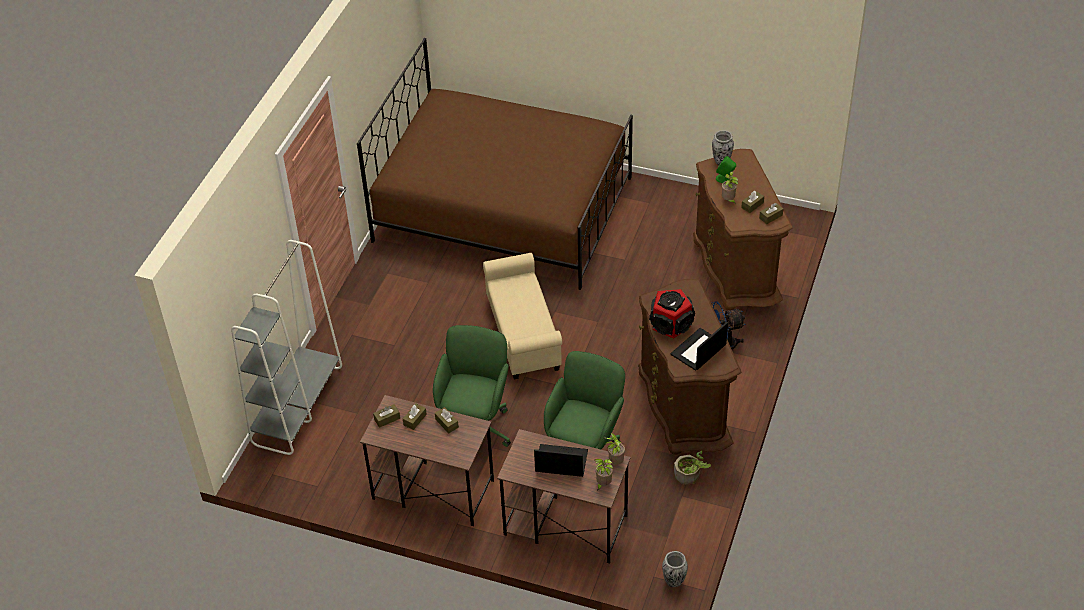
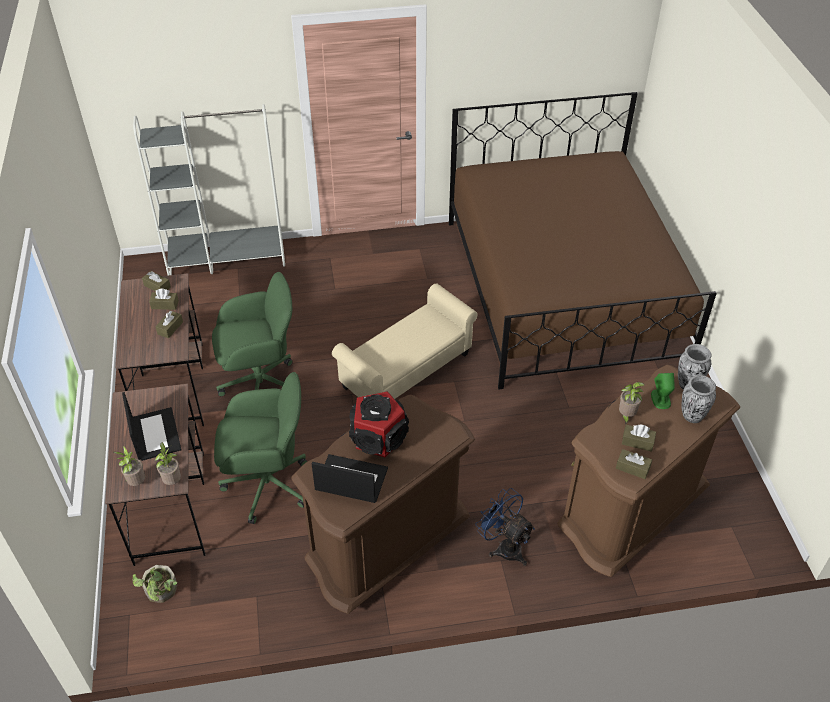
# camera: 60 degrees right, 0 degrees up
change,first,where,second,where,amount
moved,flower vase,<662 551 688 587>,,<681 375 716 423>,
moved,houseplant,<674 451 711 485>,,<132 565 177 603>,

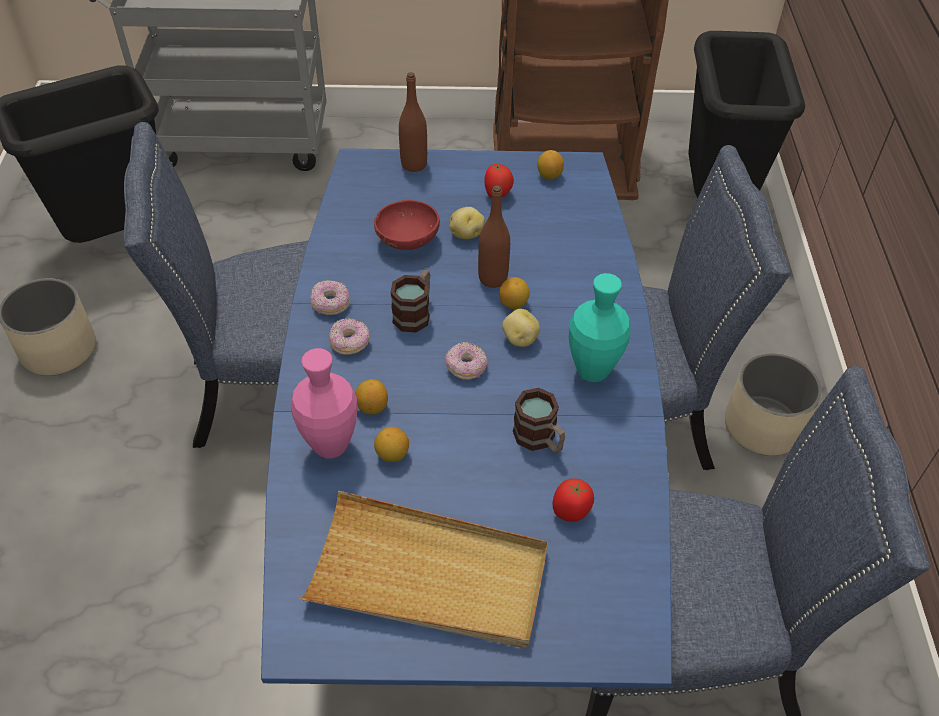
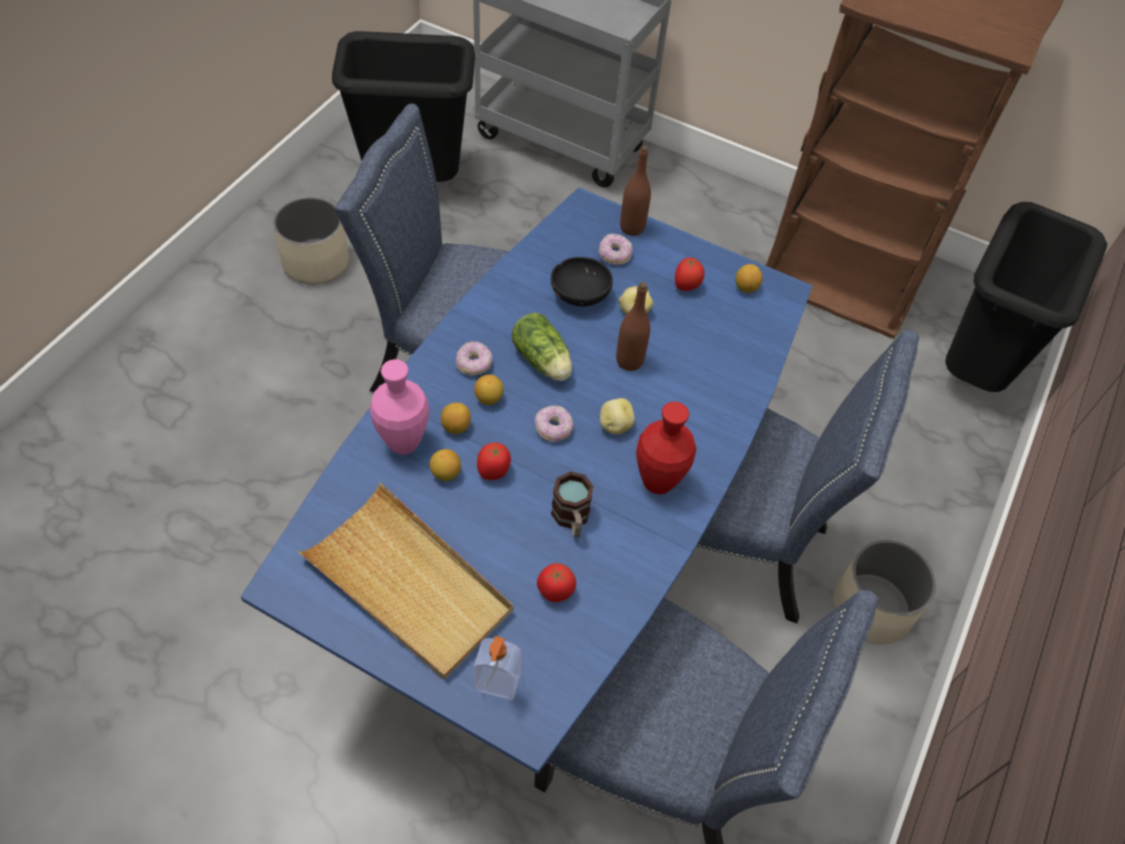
# camera: 25 degrees right, 5 degrees up
change,first,where,second,where,amount
added,,,soap dispenser,<474 636 522 700>,
added,,,whole tomato,<477 442 511 480>,
moved,ring doughnut,<310 280 350 315>,,<599 234 633 265>,
moved,citrus fruit,<499 277 530 309>,,<474 374 504 405>,
replaced,mug,<390 269 430 332>,head of lettuce,<512 313 572 381>,
recoloured,red serving bowl,<374 200 440 250>,blackish serving bowl,<551 257 613 306>,
recoloured,turquoise flower vase,<569 273 631 382>,red flower vase,<636 402 696 494>,

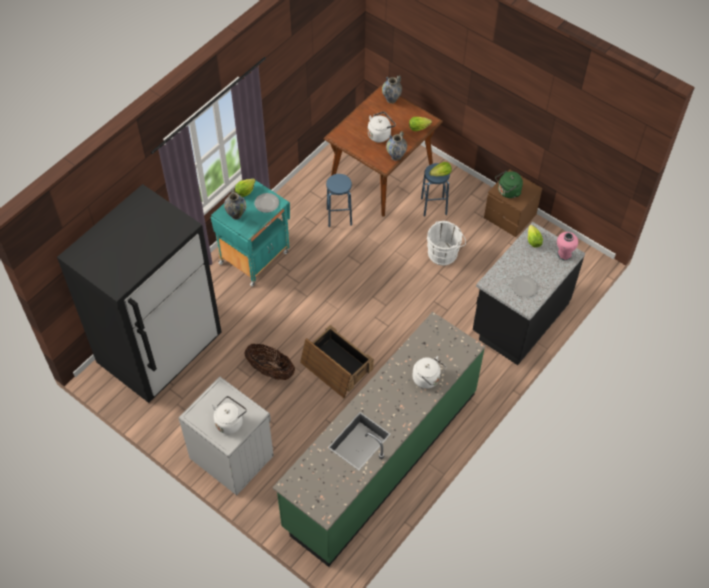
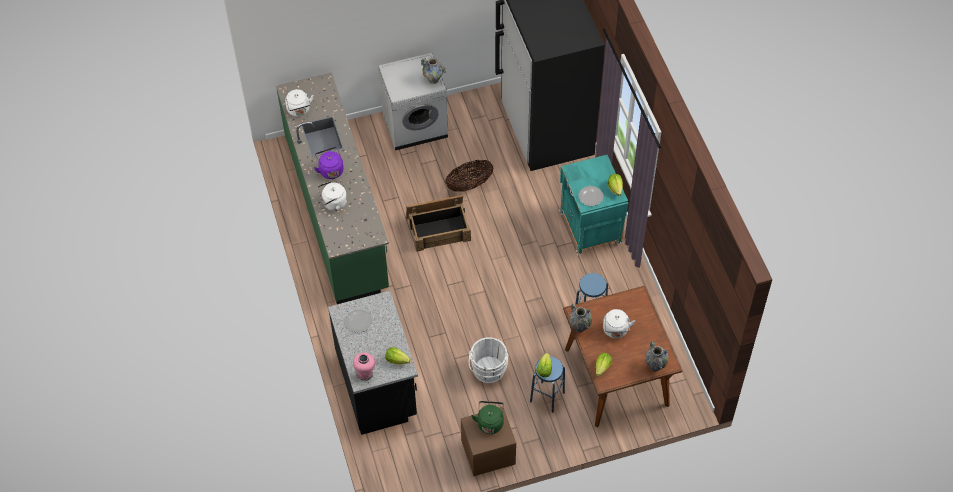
# camera: 125 degrees right, 0 degrees up
change,first,where,second,where,amount
added,,,purplish water kettle,<314 147 344 179>,
moved,white-coloured water kettle,<212 396 247 434>,,<285 89 314 117>,
moved,flower vase,<224 188 246 220>,,<421 58 446 84>,

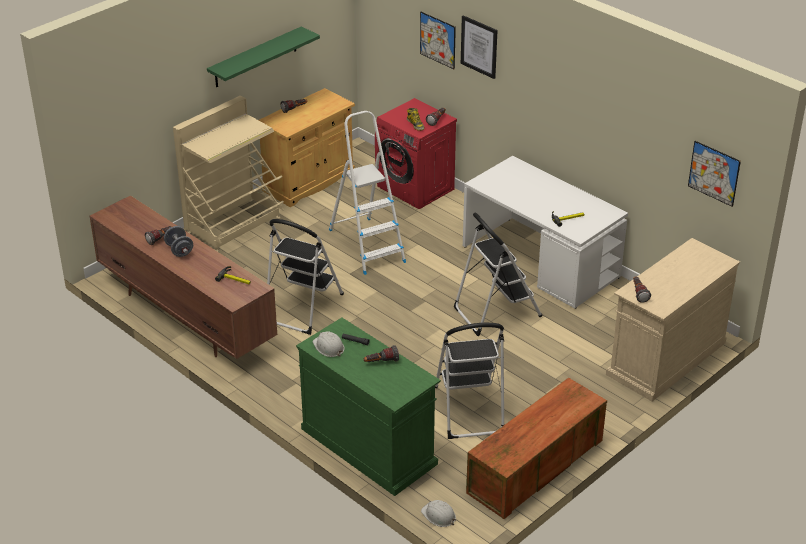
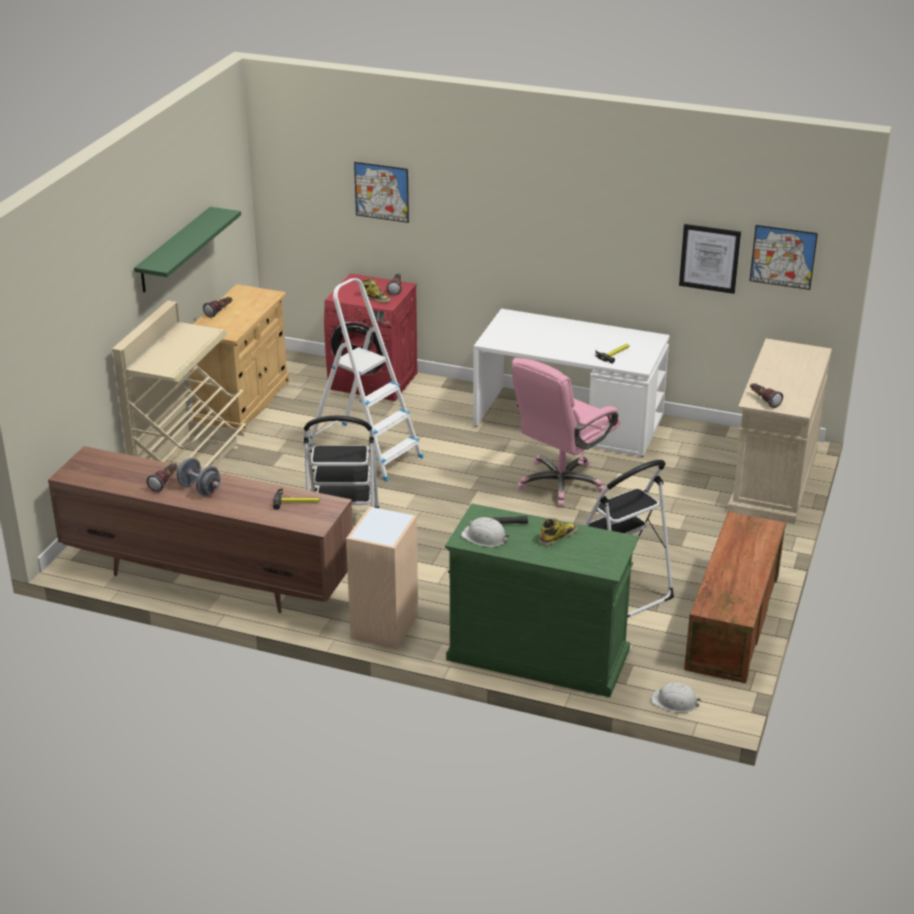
# camera: 25 degrees left, 5 degrees down
change,first,where,second,where,amount
added,,,shelving unit,<346 506 418 649>,
moved,picture,<461 15 498 79>,,<679 224 741 294>,
replaced,torch,<364 345 399 362>,tall boot,<540 518 578 546>,
replaced,stepladder,<454 213 542 336>,pinkish office chair,<512 358 620 507>,

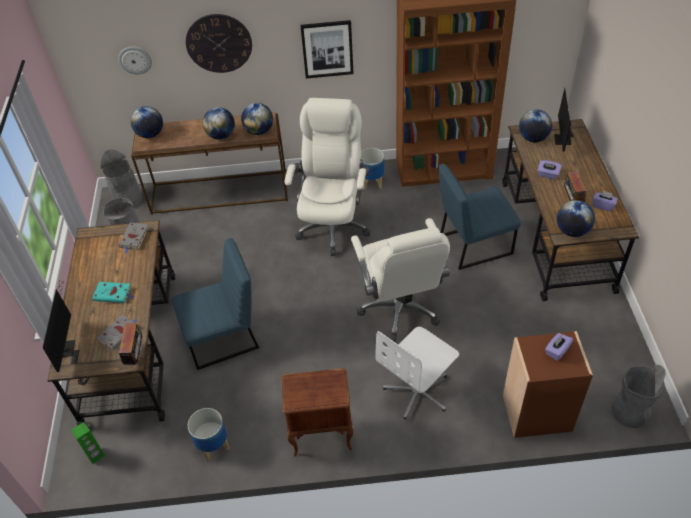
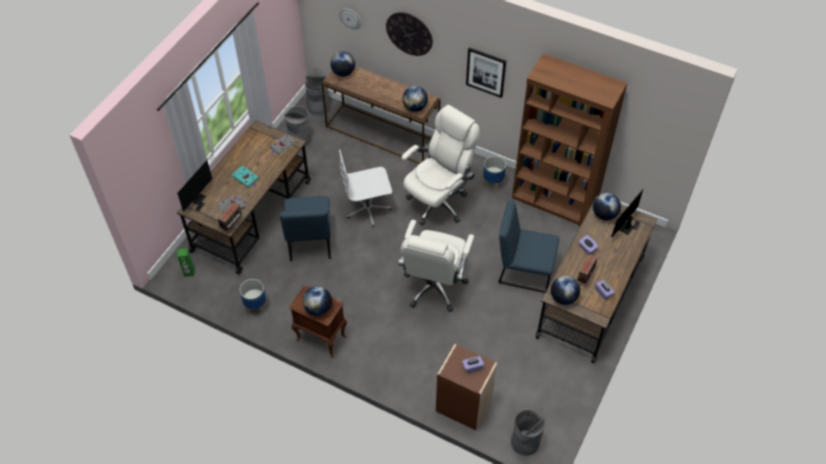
# camera: 30 degrees right, 5 degrees up
change,first,where,second,where,amount
moved,world globe,<203 107 235 140>,,<303 286 332 316>,
moved,white-coloured office chair,<376 327 459 420>,,<339 150 392 227>,
turned,blue chair,<172 238 259 370>,,<280 196 331 261>,75 degrees clockwise

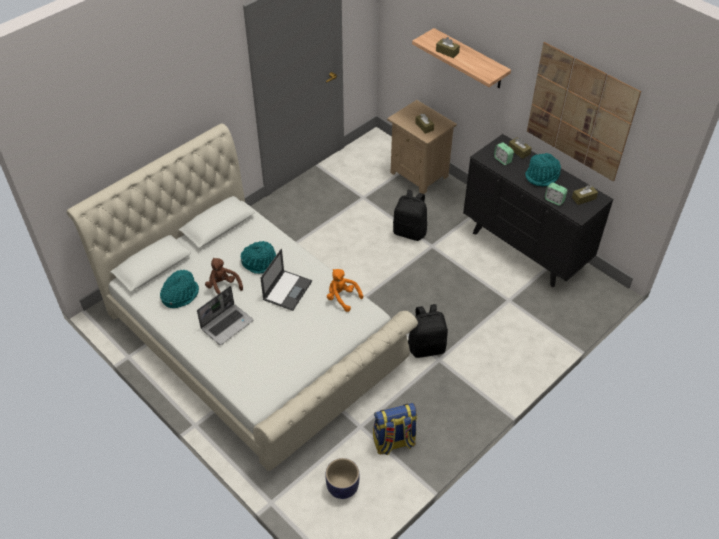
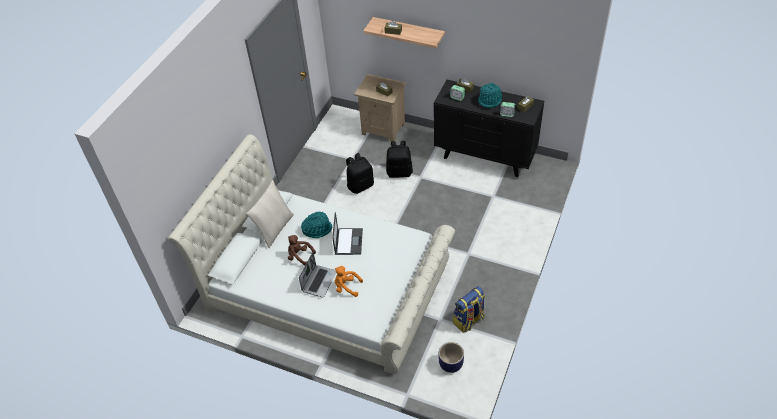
# camera: 20 degrees left, 0 degrees up
change,first,where,second,where,amount
removed,turquoise clothing hat,<160 270 199 308>,,,
removed,picture,<527 42 641 182>,,,
added,,,sand-coloured cushion,<247 180 294 248>,
moved,orange plush toy,<327 269 363 312>,,<334 266 363 297>,
moved,blackish knapsack,<408 304 448 358>,,<346 153 374 194>,

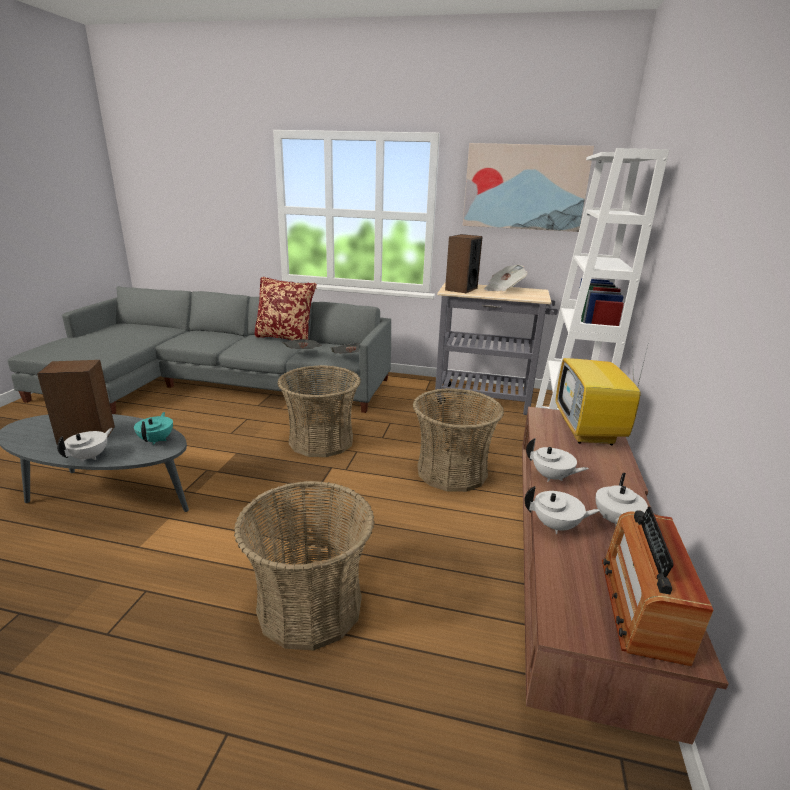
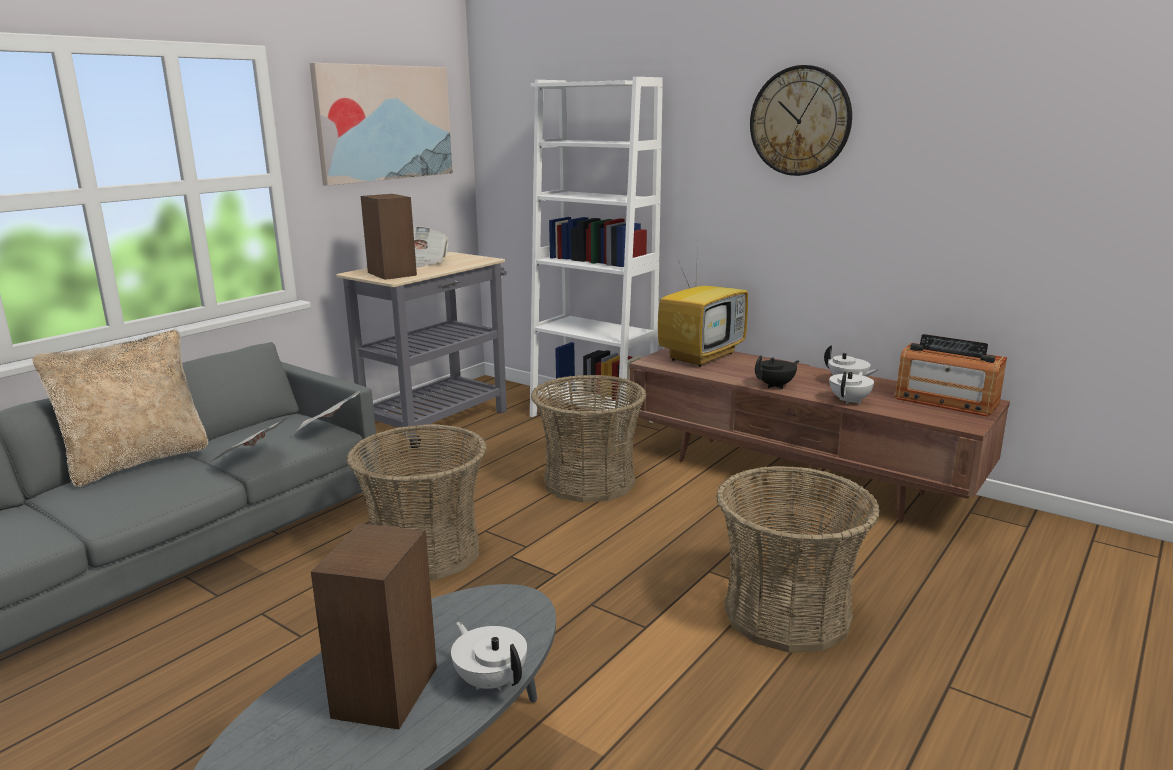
# camera: 65 degrees left, 5 degrees down
change,first,where,second,where,amount
removed,turquoise tea pot,<134 412 173 445>,,,
added,,,wall clock,<750 65 852 176>,
recoloured,red cushion,<255 277 317 340>,sand-coloured cushion,<32 329 209 487>,
recoloured,white-coloured tea pot,<526 438 589 482>,blackish tea pot,<755 355 799 389>,
turned,television,<556 338 650 445>,,<658 243 748 367>,75 degrees counterclockwise

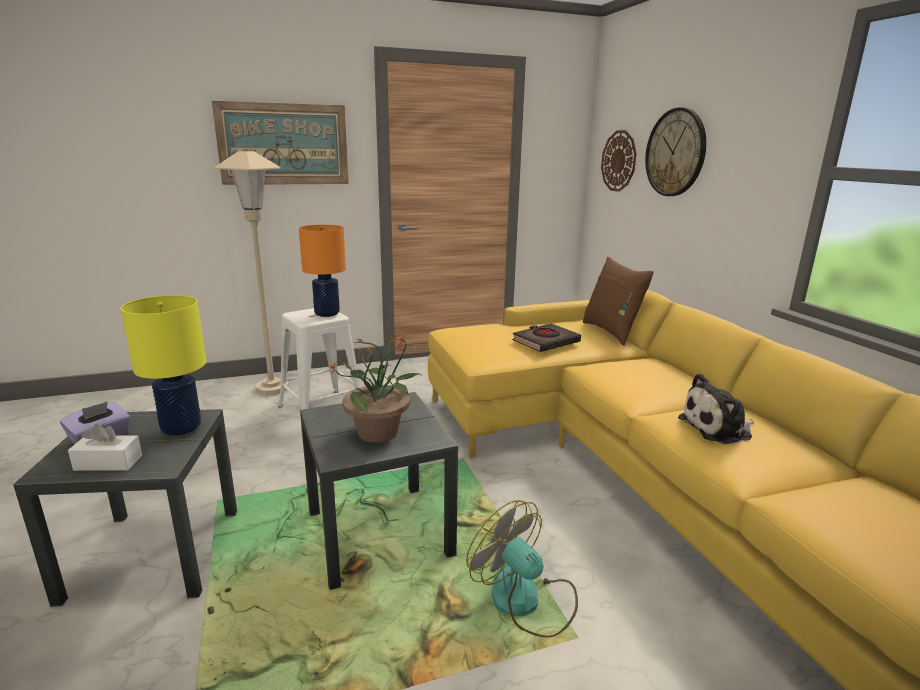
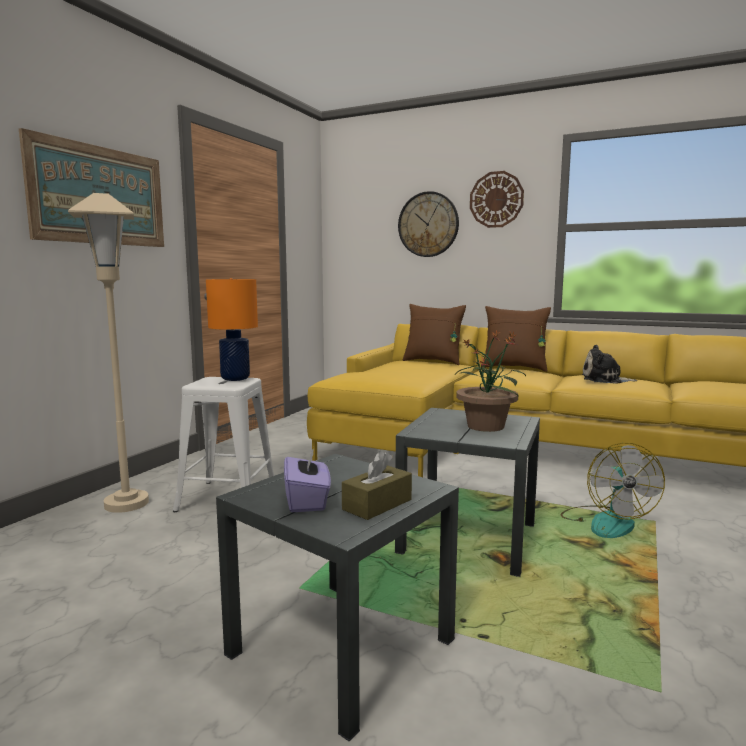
# camera: 45 degrees left, 10 degrees down
change,first,where,second,where,amount
removed,yellow tabletop lamp,<121 295 206 436>,,,
removed,blackish bound book,<512 323 581 352>,,,
added,,,brown-coloured cushion,<482 306 551 372>,
moved,wall clock,<601 130 637 192>,,<470 171 524 228>,
recoloured,white-coloured tissue box,<68 423 142 471>,brown-coloured tissue box,<342 450 412 520>,
turned,fan,<466 500 578 637>,,<560 443 665 538>,90 degrees counterclockwise
turned,plush toy,<678 373 754 444>,,<582 345 637 384>,75 degrees clockwise

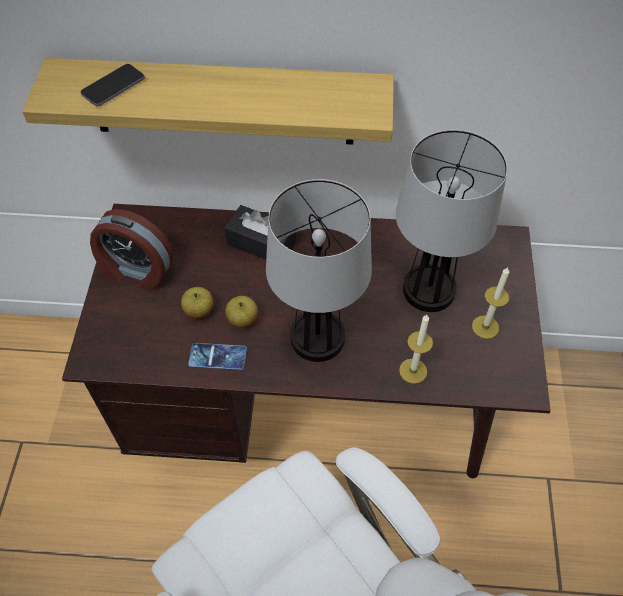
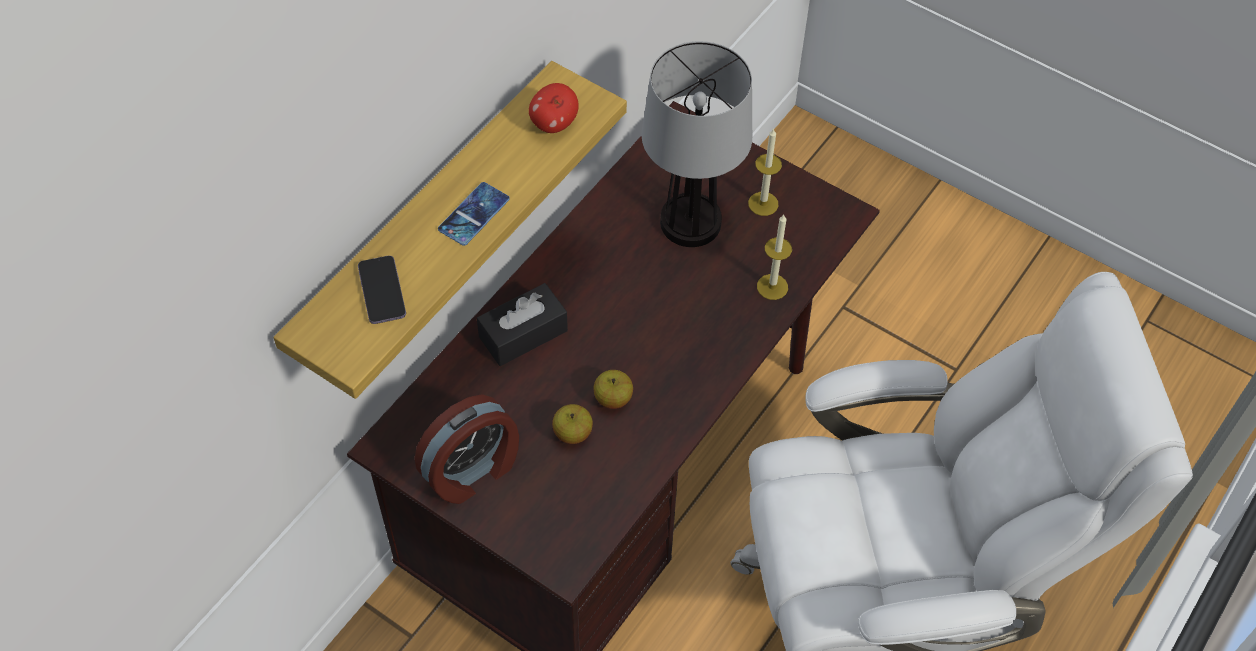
# camera: 60 degrees left, 0 degrees up
change,first,where,second,where,amount
removed,tabletop lamp,<266 179 372 362>,,,
added,,,whole apple,<529 83 579 133>,
moved,handset,<188 343 247 370>,,<438 182 510 246>,

